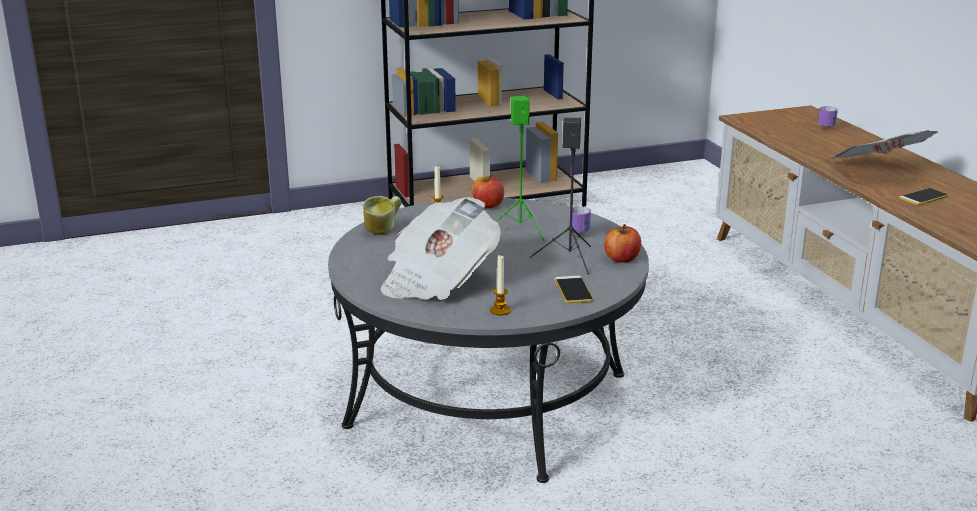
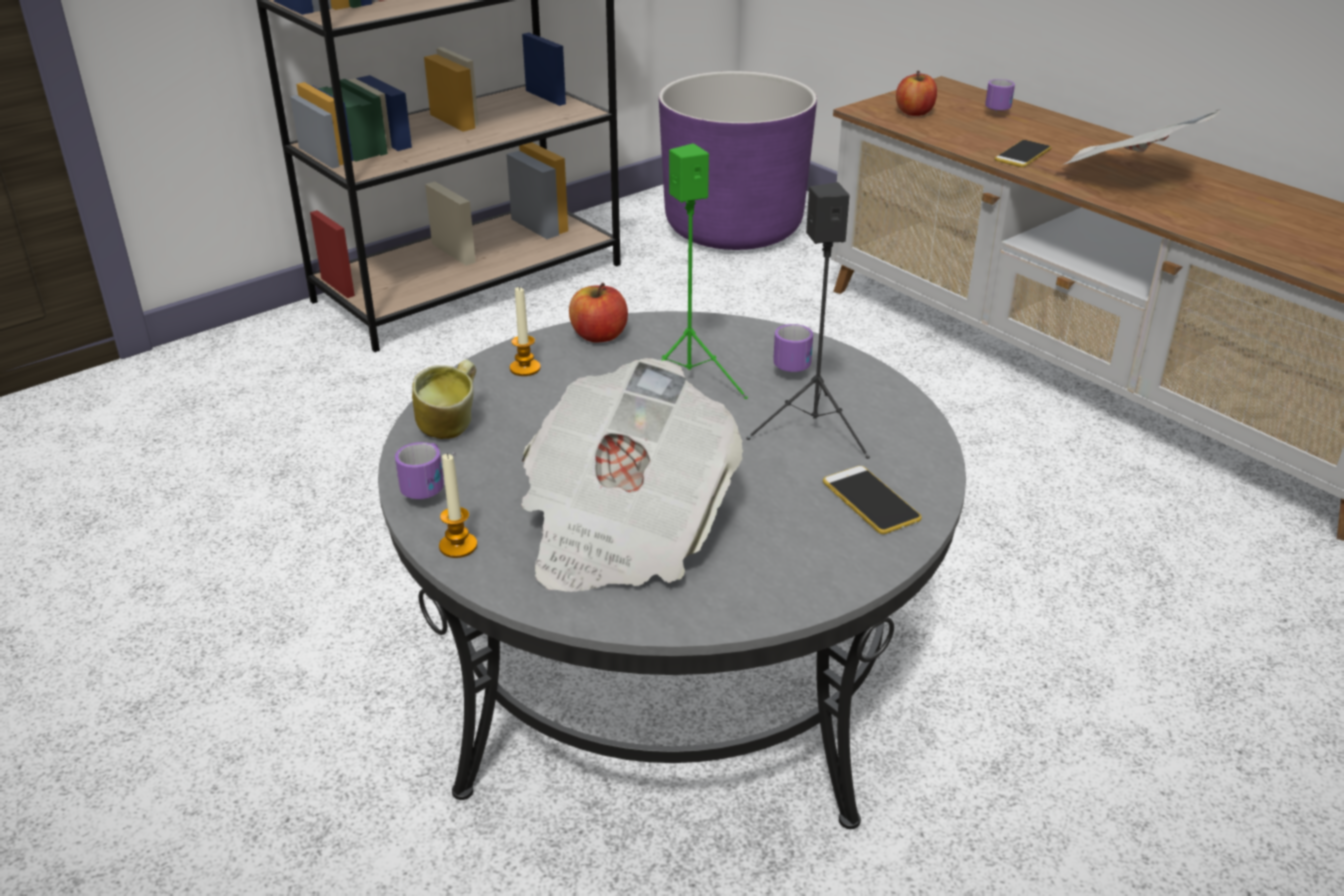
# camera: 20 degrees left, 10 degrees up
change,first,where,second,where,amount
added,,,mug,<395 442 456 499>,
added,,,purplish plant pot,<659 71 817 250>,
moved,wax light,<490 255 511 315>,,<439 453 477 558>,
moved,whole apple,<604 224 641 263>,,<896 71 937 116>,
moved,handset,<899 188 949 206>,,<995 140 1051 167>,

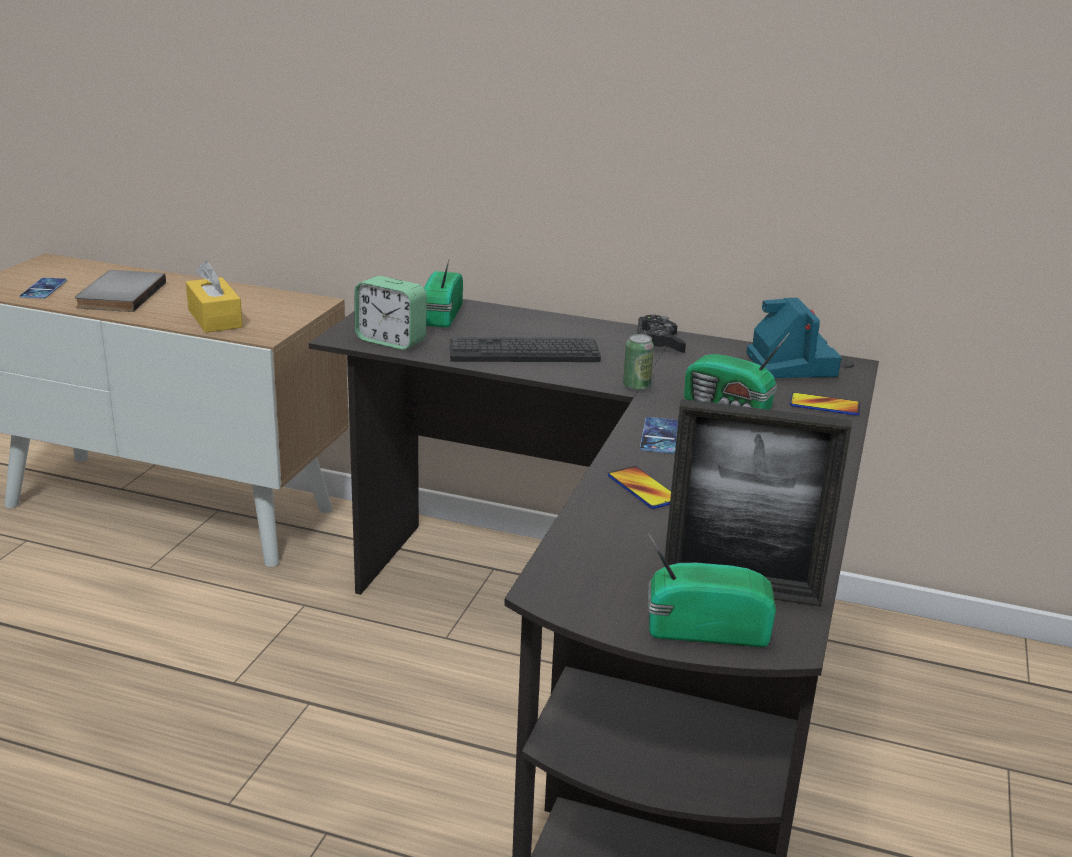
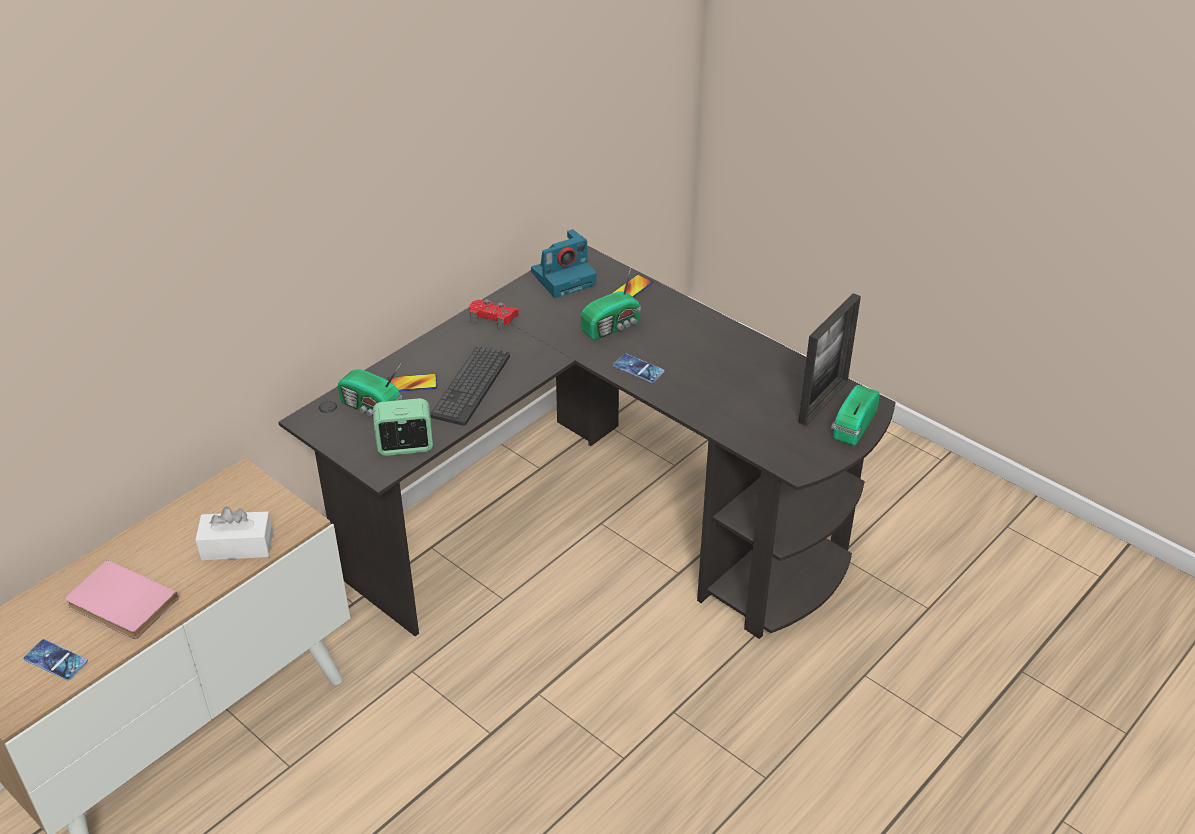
# camera: 65 degrees left, 15 degrees up
change,first,where,second,where,amount
removed,can,<623 334 654 391>,,,
moved,handset,<608 466 671 509>,,<387 374 437 391>,
recoloured,gray bound book,<75 270 166 312>,pinkish bound book,<65 560 179 639>,
recoloured,yellow tissue box,<186 261 243 333>,white-coloured tissue box,<195 506 273 560>,
recoloured,blackish joypad,<637 315 686 353>,red joypad,<470 299 519 330>,
turned,bedside clock,<354 276 427 350>,,<373 398 433 456>,150 degrees counterclockwise
turned,still camera,<746 298 841 378>,,<531 229 596 298>,135 degrees clockwise

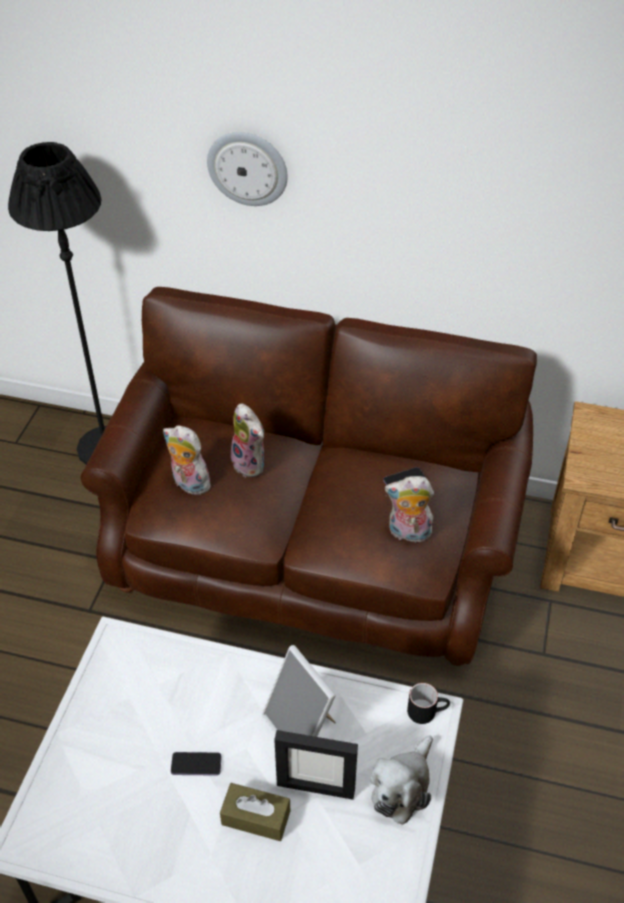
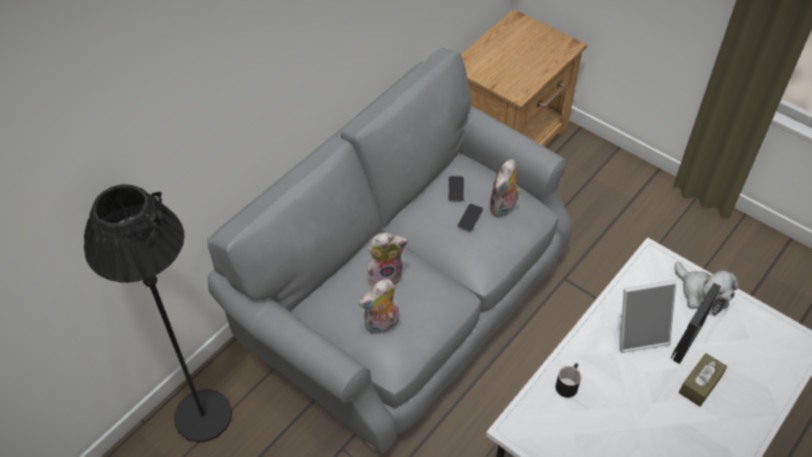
# camera: 65 degrees left, 5 degrees up
change,first,where,second,where,amount
removed,wall clock,<207 132 288 206>,,,
moved,handset,<171 752 222 776>,,<458 204 483 232>,
moved,blackish mug,<407 683 450 724>,,<556 363 581 398>,
recoloured,brown-coloured settee,<81 287 537 666>,gray settee,<208 48 572 453>,

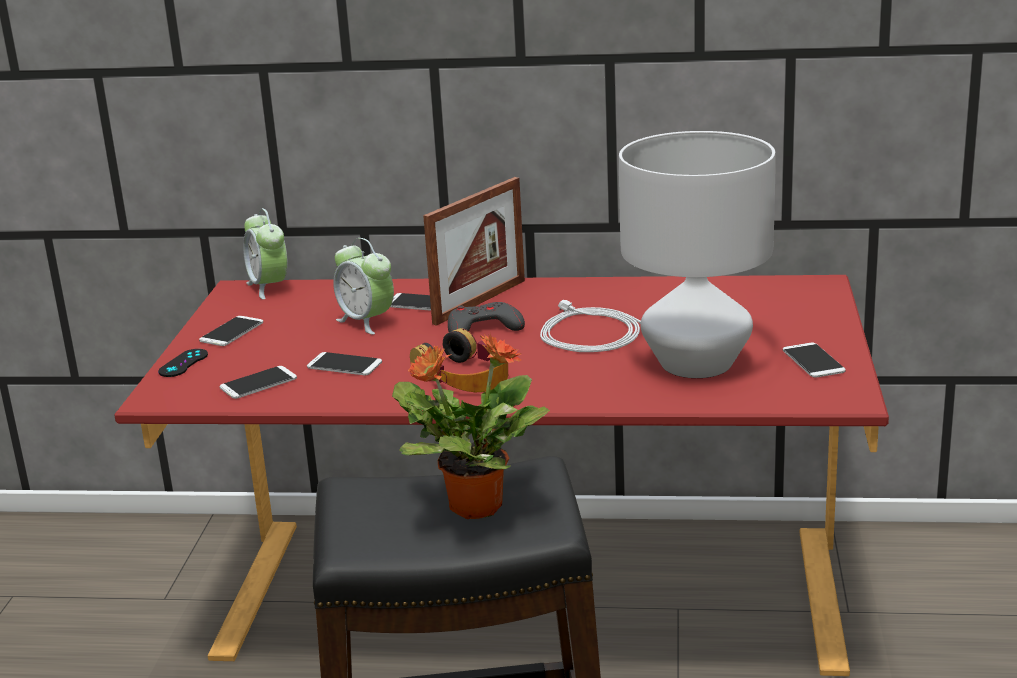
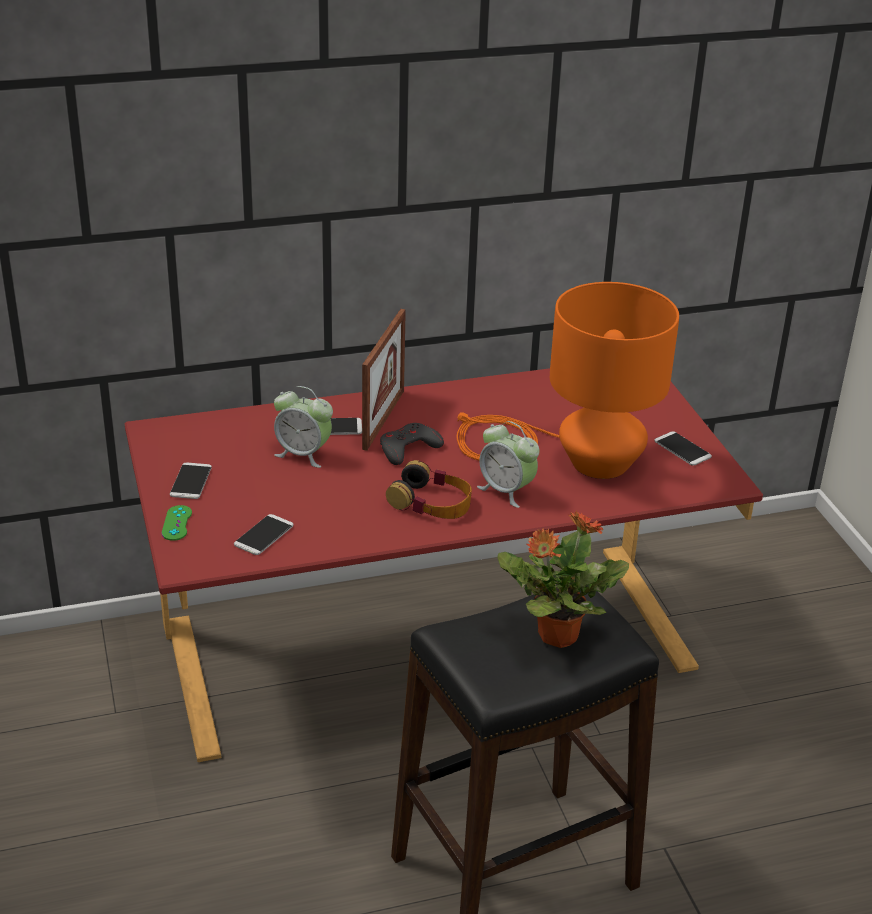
# camera: 25 degrees left, 10 degrees up
change,first,where,second,where,amount
removed,handset,<307 352 382 375>,,,
moved,bedside clock,<243 208 288 300>,,<477 421 540 508>,
recoloured,blackish joypad,<158 349 208 377>,green joypad,<162 505 192 541>,
recoloured,gray tabletop lamp,<540 131 776 378>,orange tabletop lamp,<457 282 679 479>,

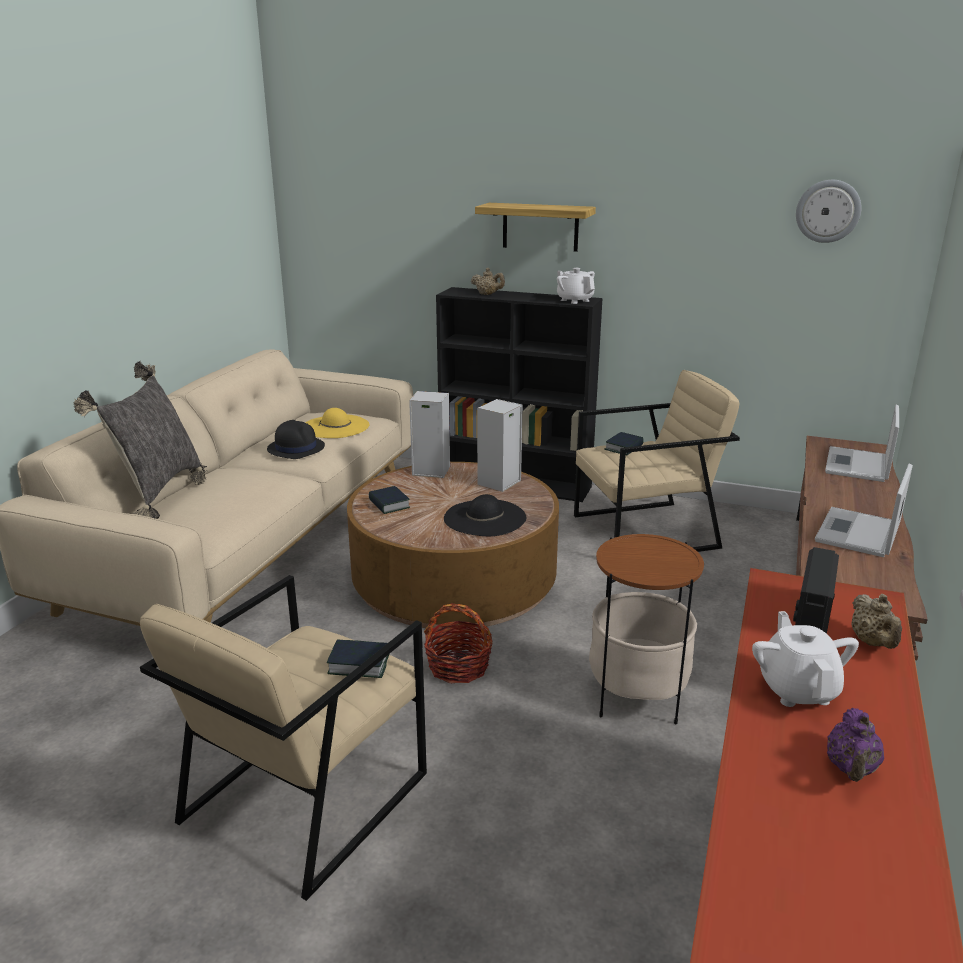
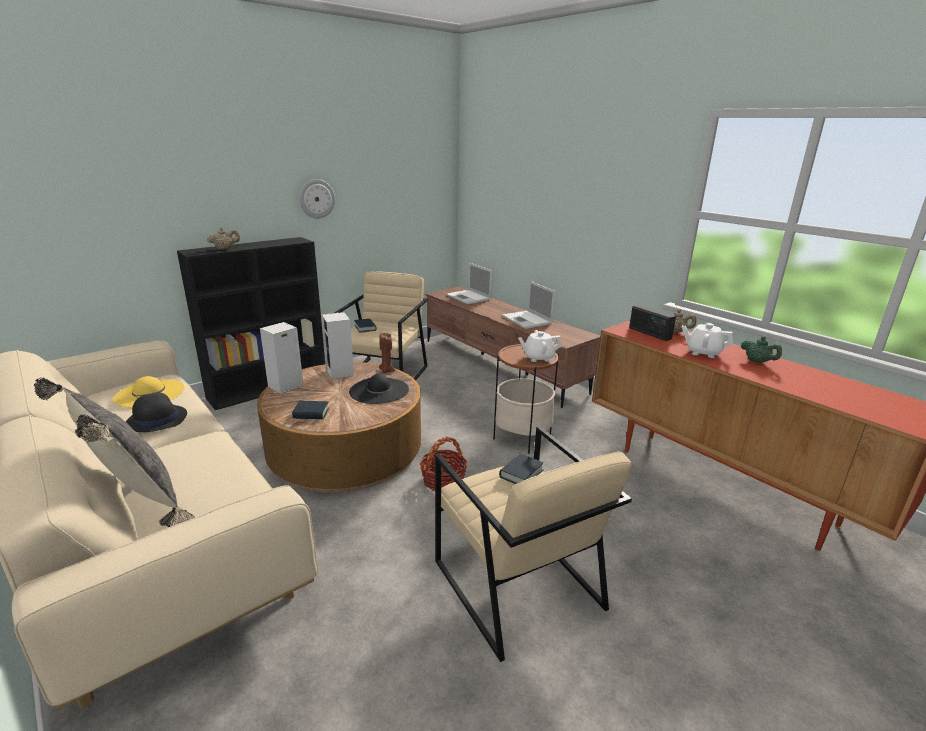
# camera: 60 degrees left, 0 degrees up
change,first,where,second,where,amount
removed,bracket shelf,<475 203 596 252>,,,
added,,,brown-coloured wax light,<379 333 396 373>,
moved,white-coloured tea pot,<557 268 595 304>,,<518 330 562 362>,
moved,wall clock,<796 180 862 243>,,<299 179 335 219>,
recoloured,purplish tea pot,<827 708 884 782>,green tea pot,<741 336 782 363>,

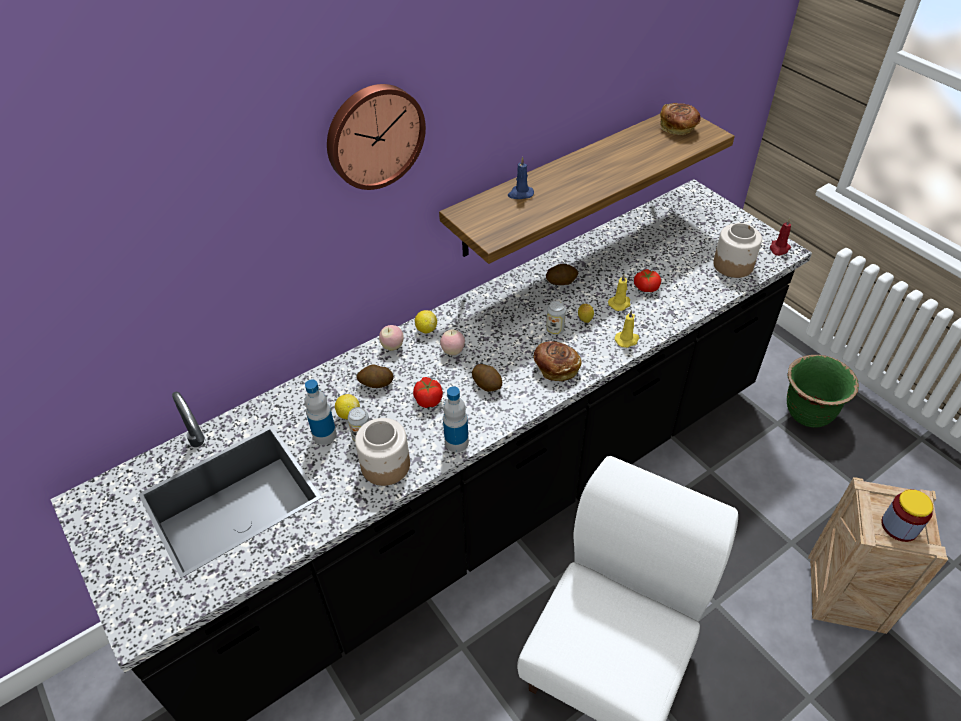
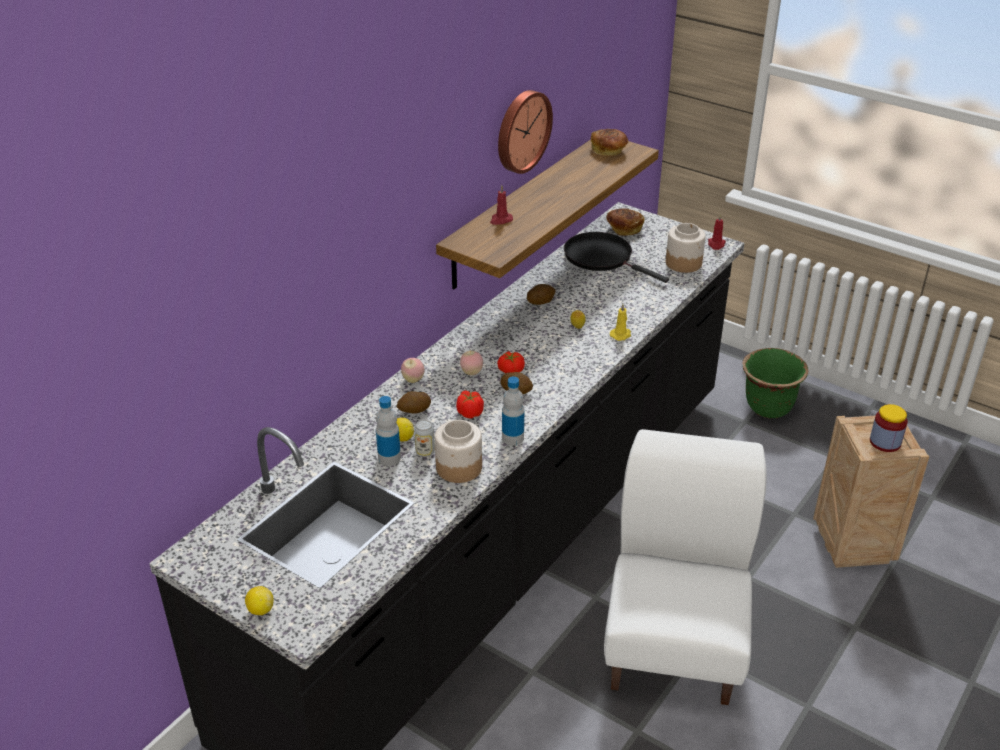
# camera: 20 degrees left, 10 degrees down
change,first,where,second,where,amount
removed,can,<546 301 566 335>,,,
removed,yellow wax light,<608 274 631 311>,,,
added,,,blackish pan,<564 232 669 283>,
moved,wall clock,<327 84 426 190>,,<498 90 553 174>,
moved,citrus fruit,<415 310 437 333>,,<245 586 274 615>,
moved,baked bread,<533 341 581 381>,,<607 208 645 236>,
moved,whole tomato,<634 269 661 292>,,<497 351 525 373>,
recoloured,blue wax light,<508 157 534 199>,red wax light,<490 185 513 225>,

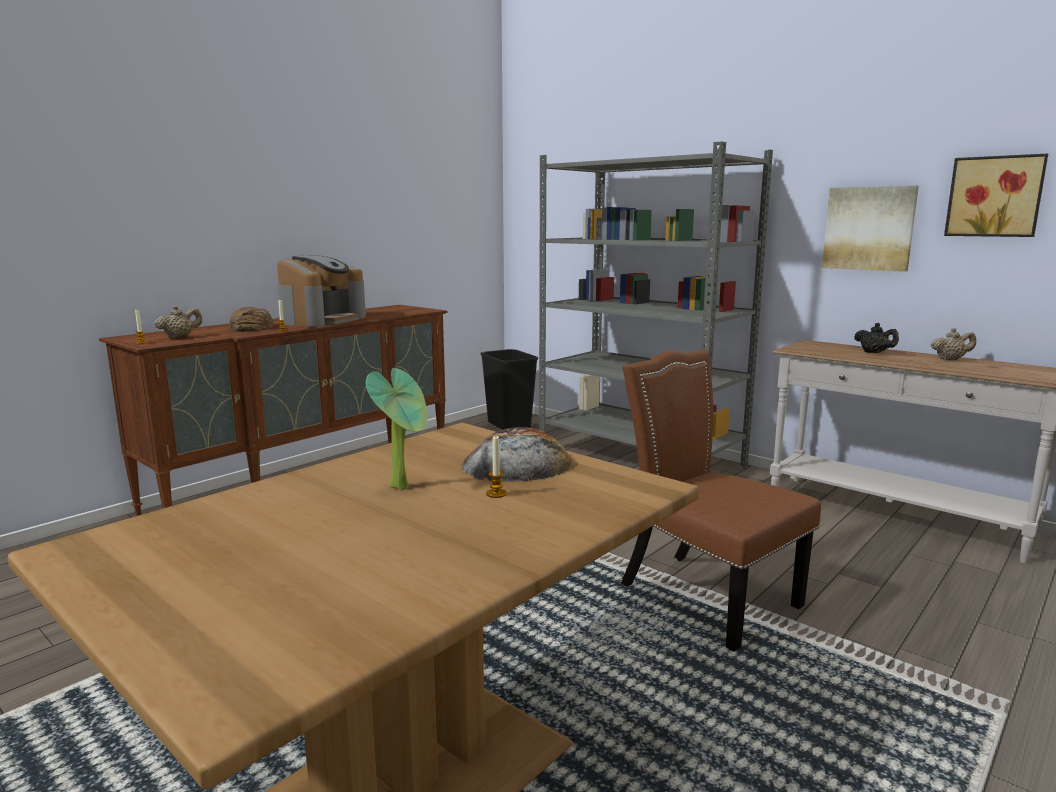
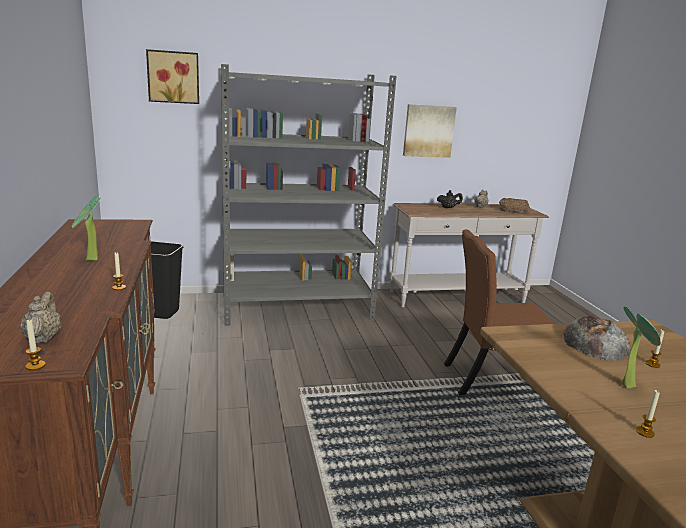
# camera: 55 degrees left, 5 degrees up
change,first,where,second,where,amount
added,,,wax light,<636 390 660 438>,
moved,baked bread,<230 307 273 332>,,<499 198 531 214>,
moved,picture,<944 154 1048 237>,,<146 49 199 104>,
replaced,coffee machine,<277 256 366 327>,houseplant,<72 194 101 261>,

